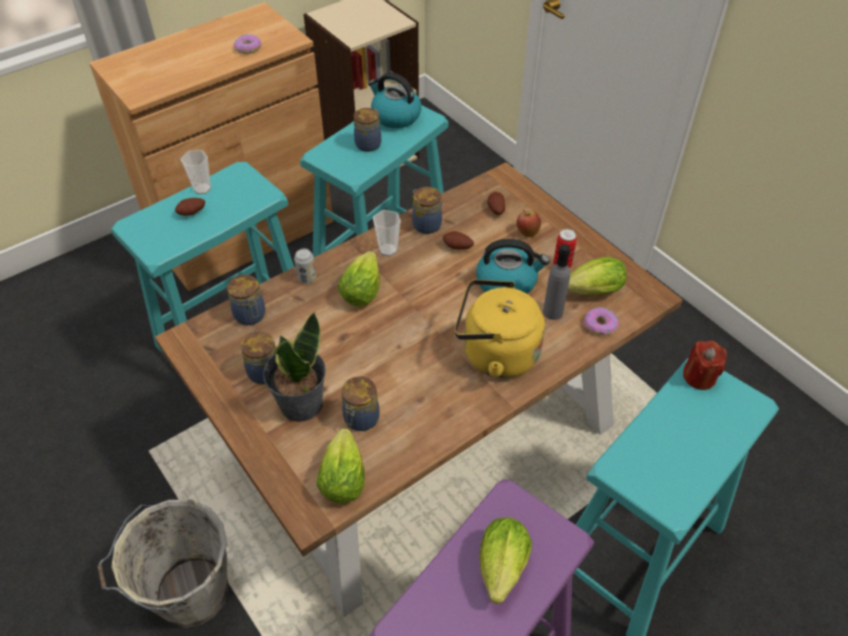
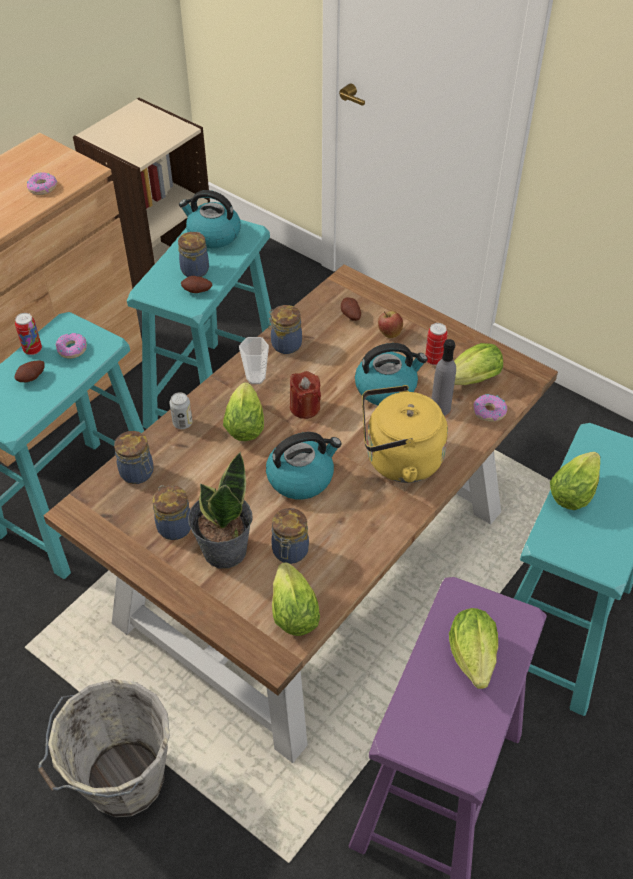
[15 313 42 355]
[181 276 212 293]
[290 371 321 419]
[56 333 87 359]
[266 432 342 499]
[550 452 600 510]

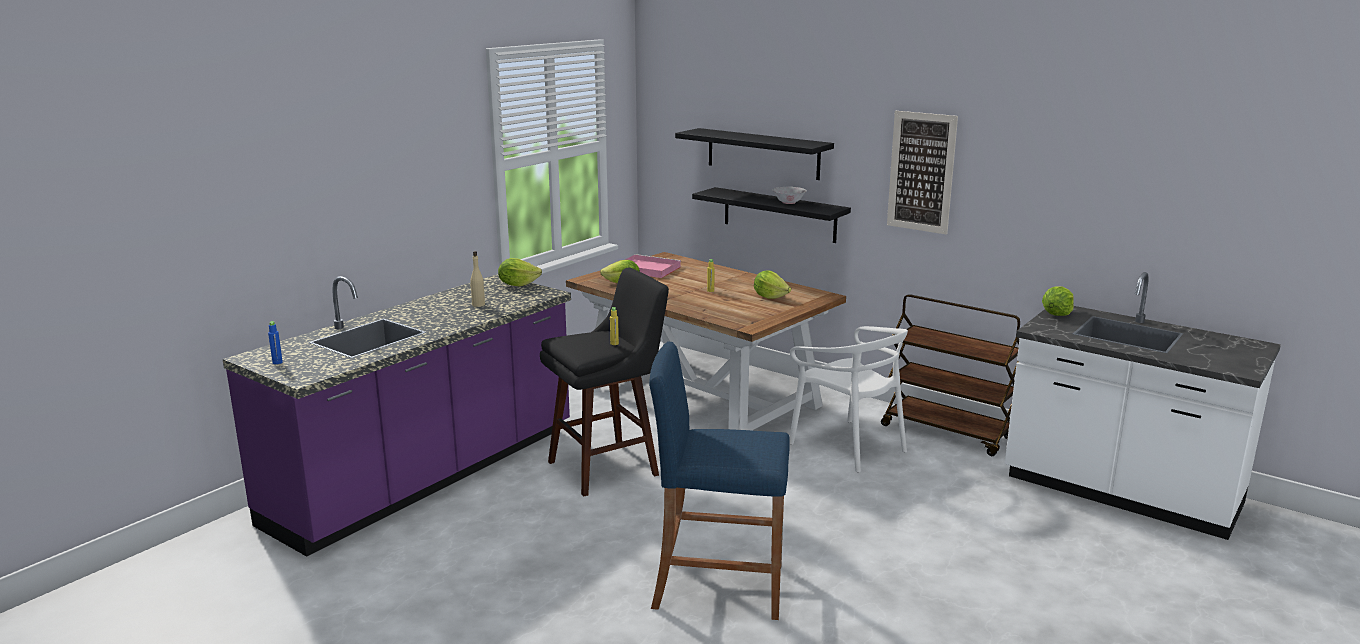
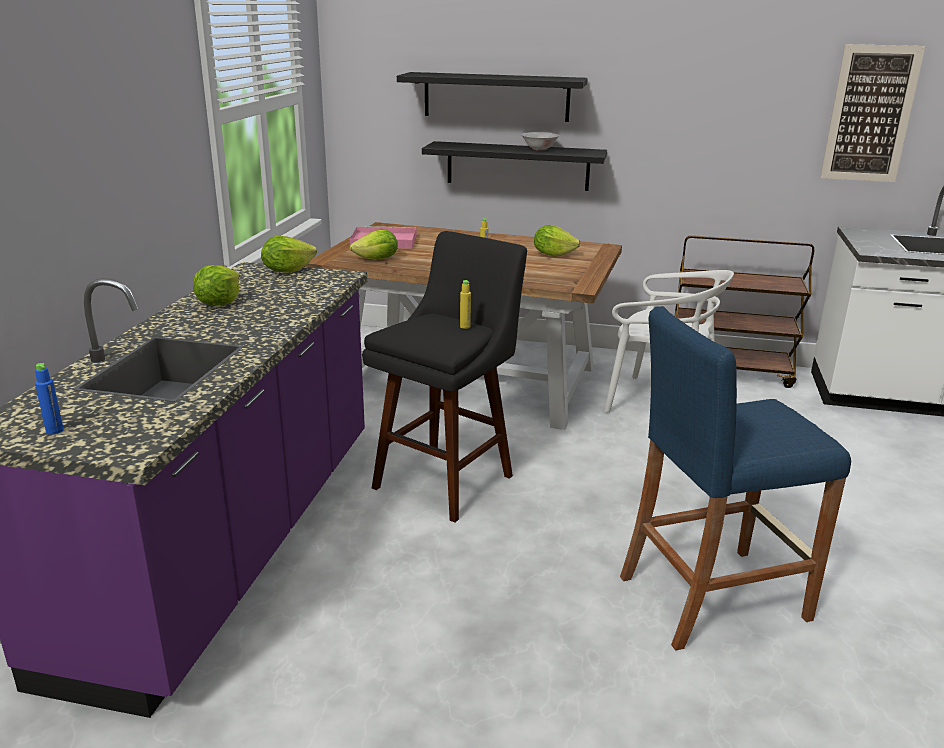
[820 44 925 182]
[470 251 485 307] (first image)
[193 265 240 306]

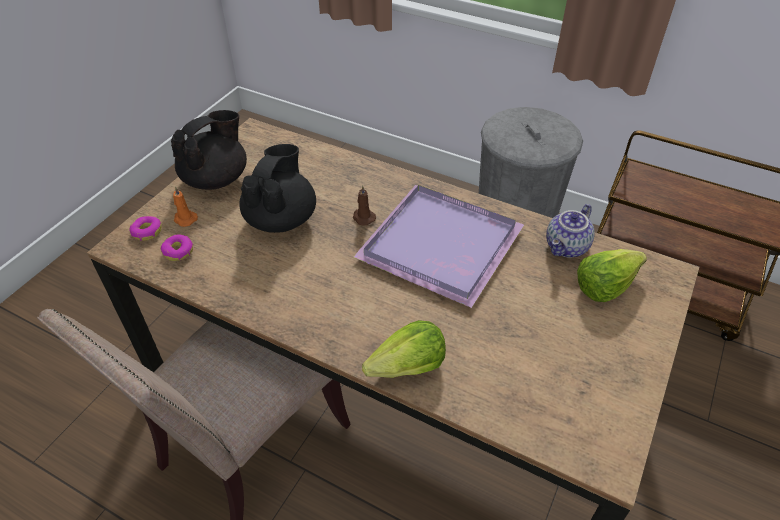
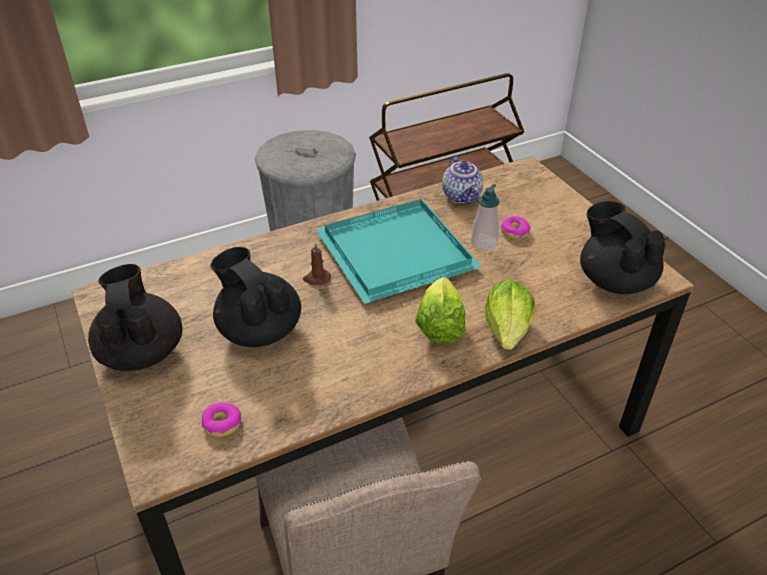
[316 199 482 304]
[173 186 198 227] (first image)
[501 216 531 239]
[415 277 466 344]
[471 184 500 250]
[580 201 665 294]

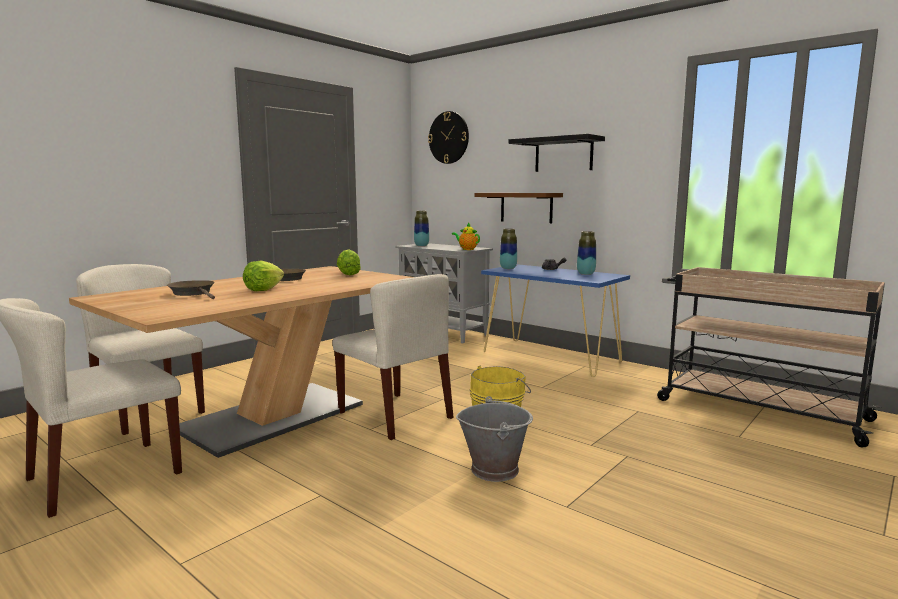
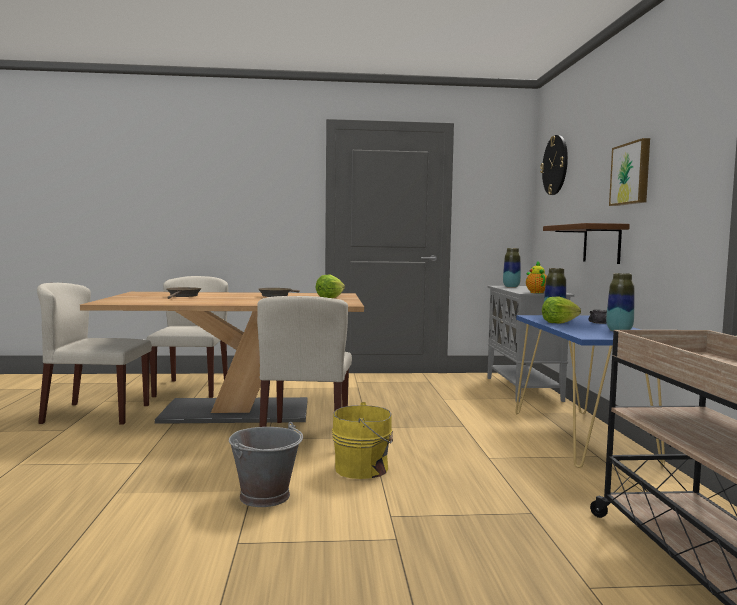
[609 138 650 206]
[542 297 581 324]

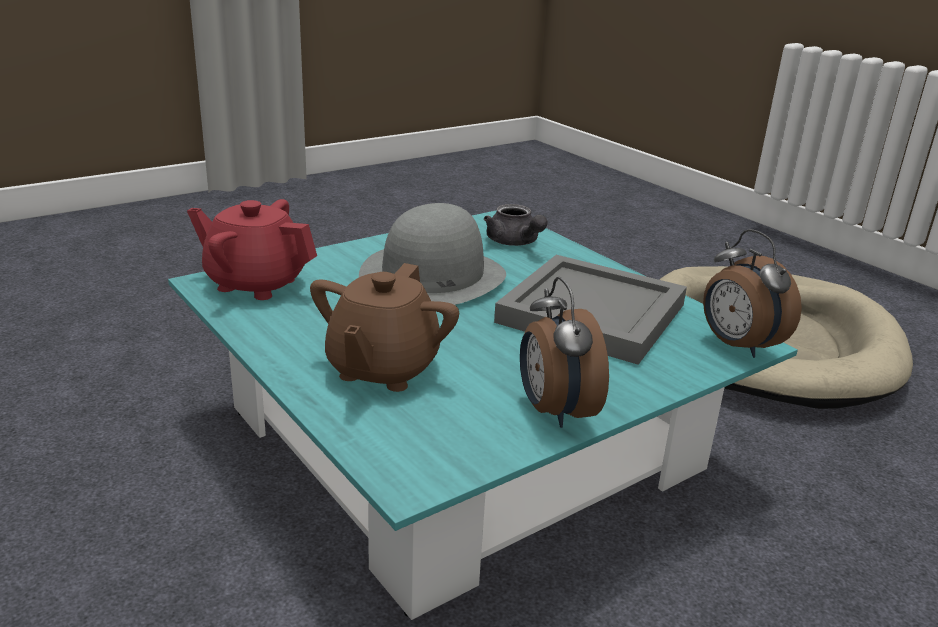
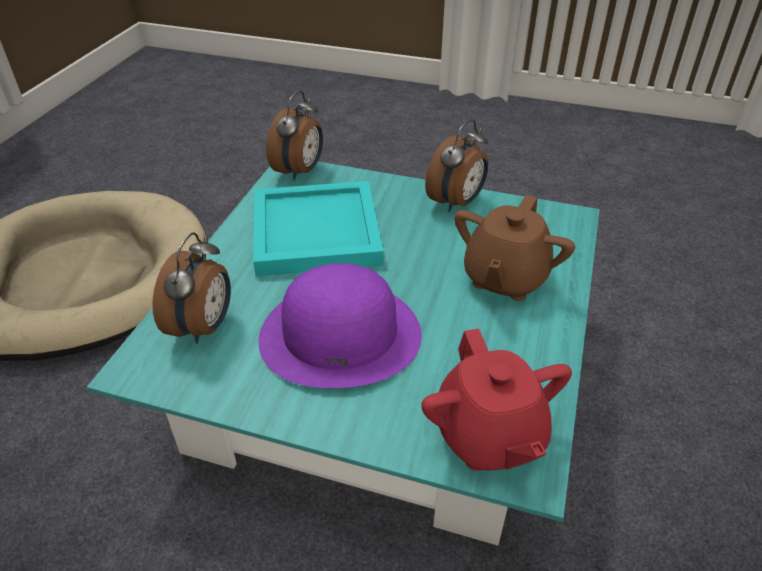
[259 263 422 388]
[153 232 231 343]
[253 181 384 276]
[454 194 575 301]

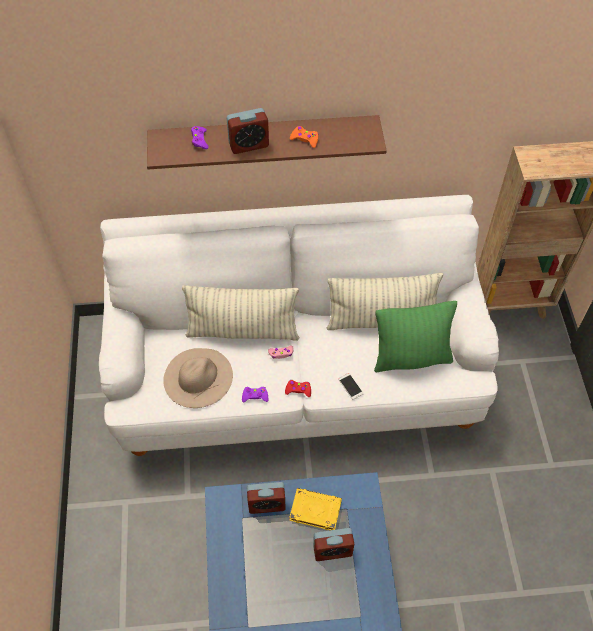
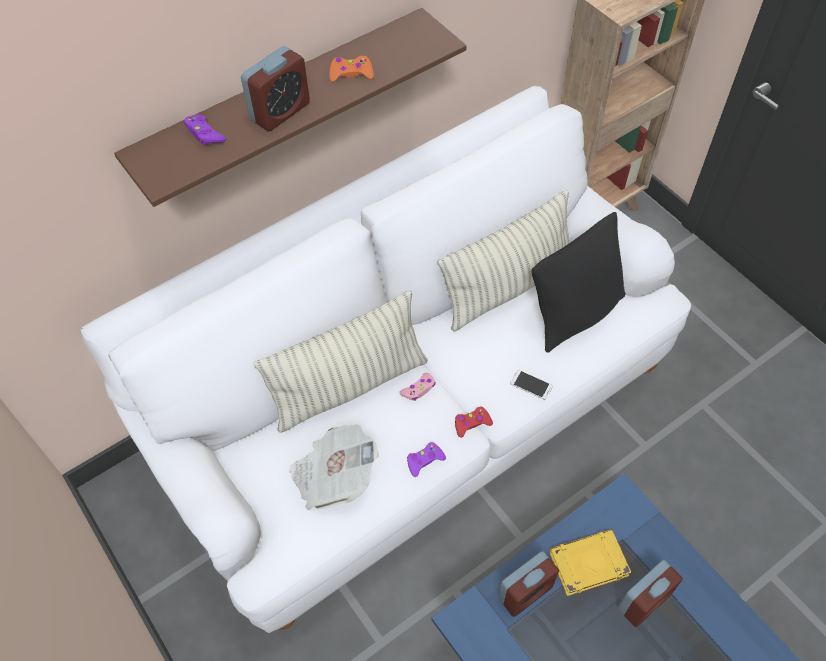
[532 212 626 353]
[289 424 379 510]

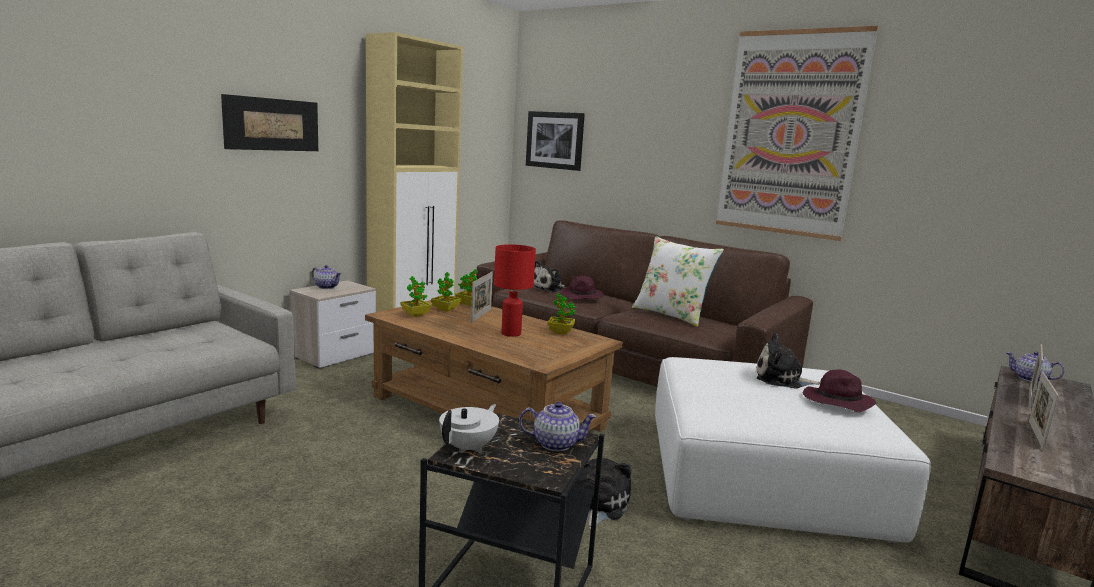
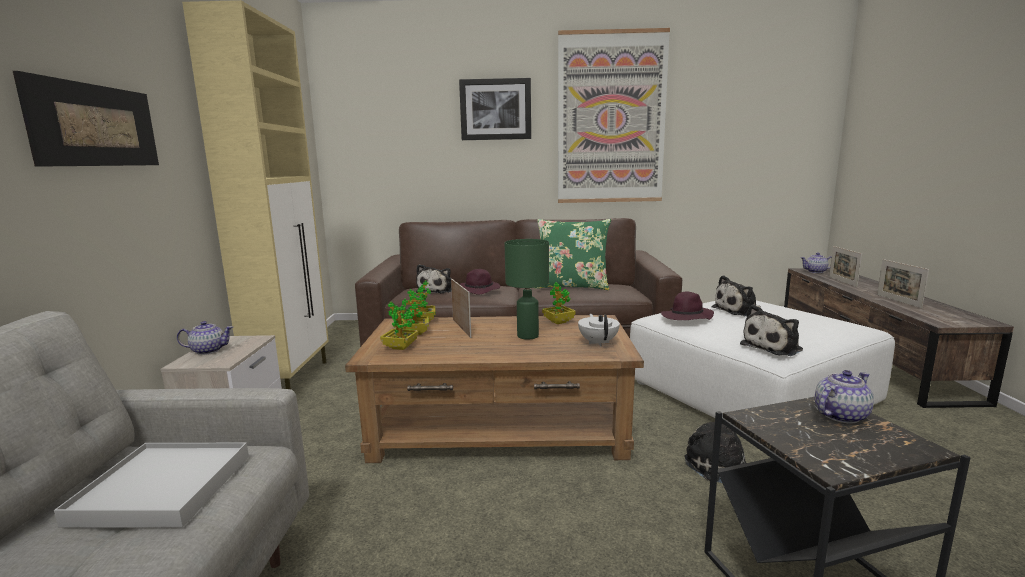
[459 78 531 140]
[535 219 611 290]
[505 239 549 340]
[661 291 714 320]
[578 314 620 346]
[740 304 803 356]
[54 443 249 528]

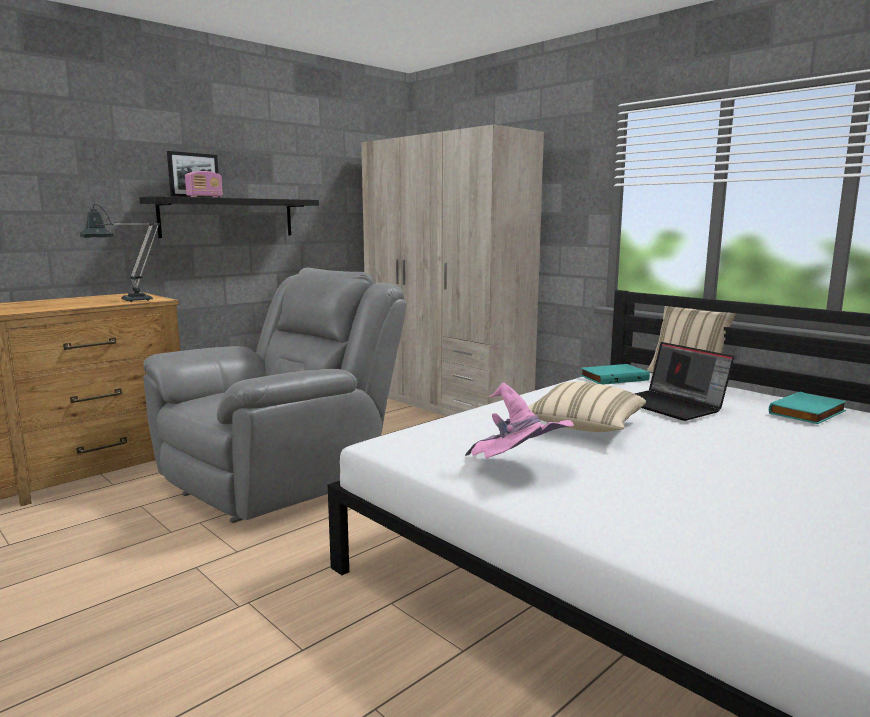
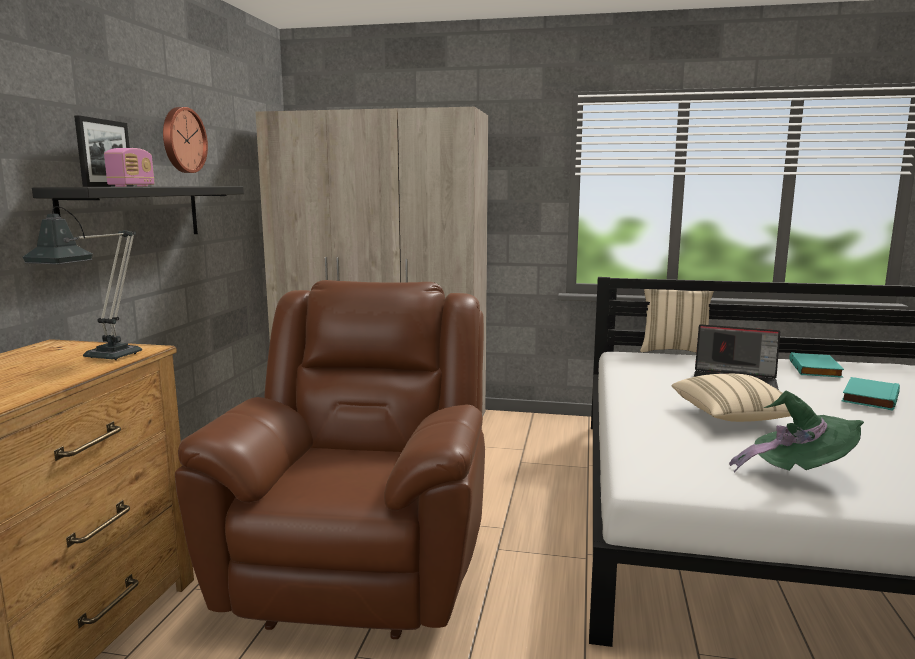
[175 280 485 639]
[842 377 900 411]
[729 391 864 472]
[163 107 208 173]

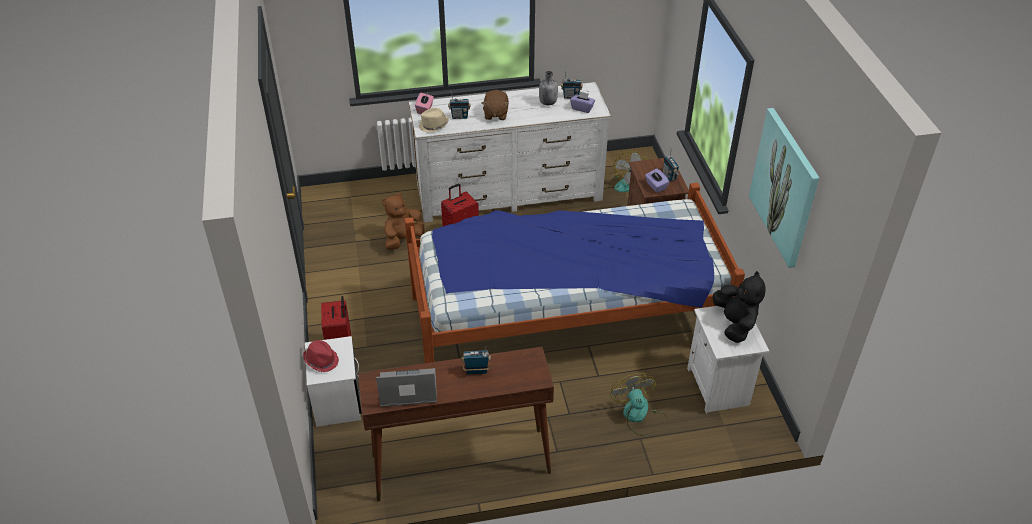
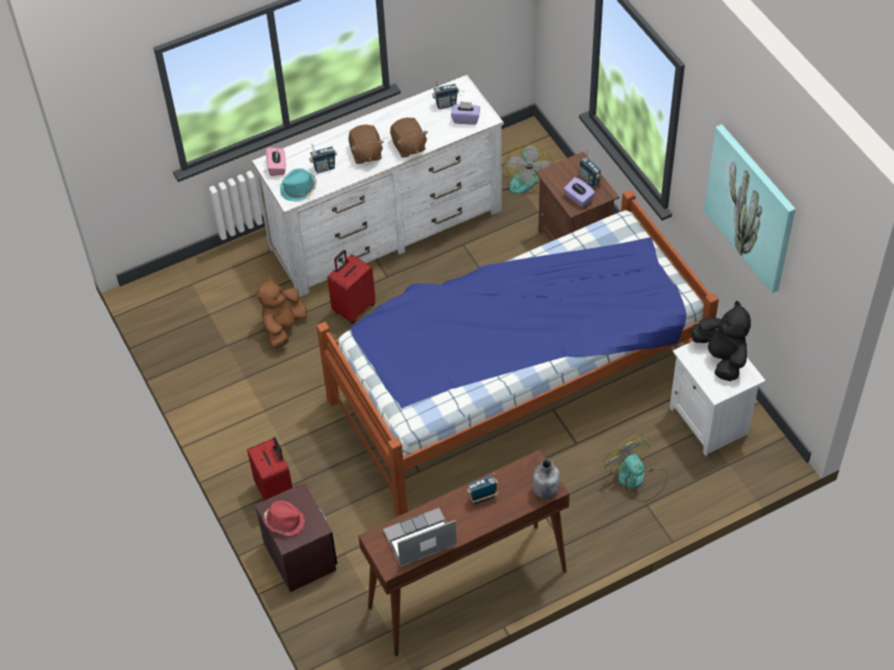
[532 459 560 499]
[280 168 317 201]
[255 483 337 592]
[390 118 428 158]

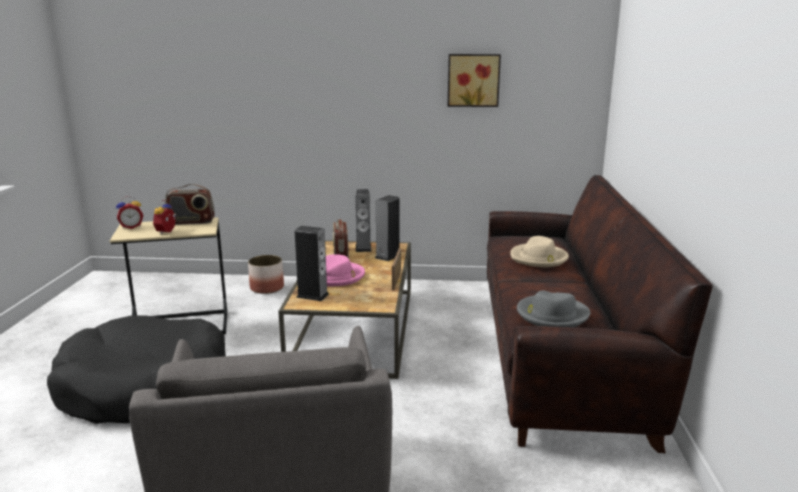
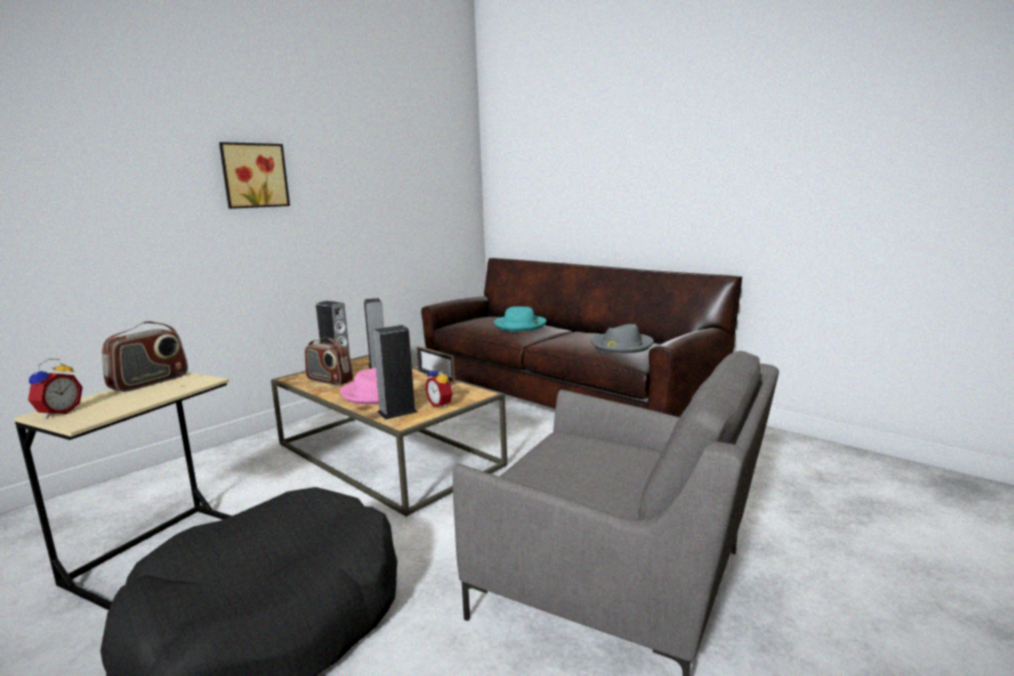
[219 142 290 209]
[425 366 453 408]
[494 306 547 332]
[248 255 284 294] (first image)

